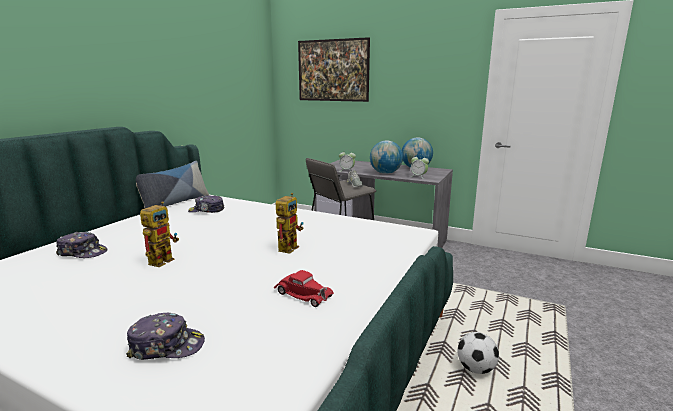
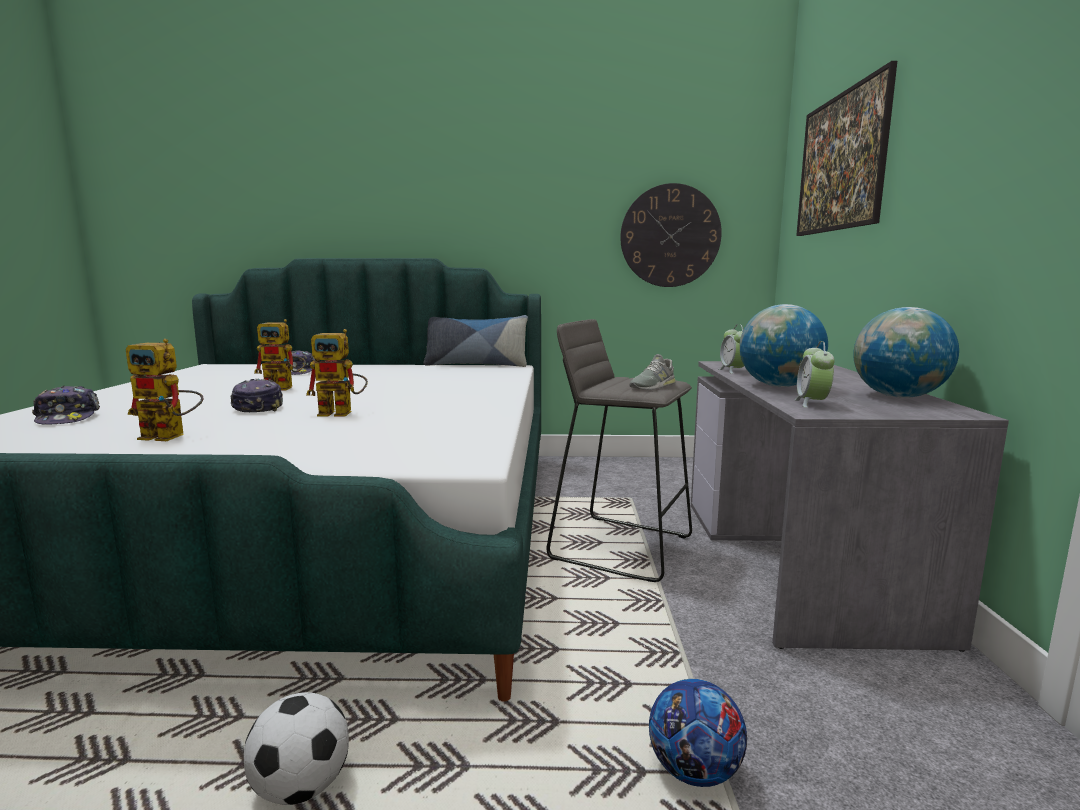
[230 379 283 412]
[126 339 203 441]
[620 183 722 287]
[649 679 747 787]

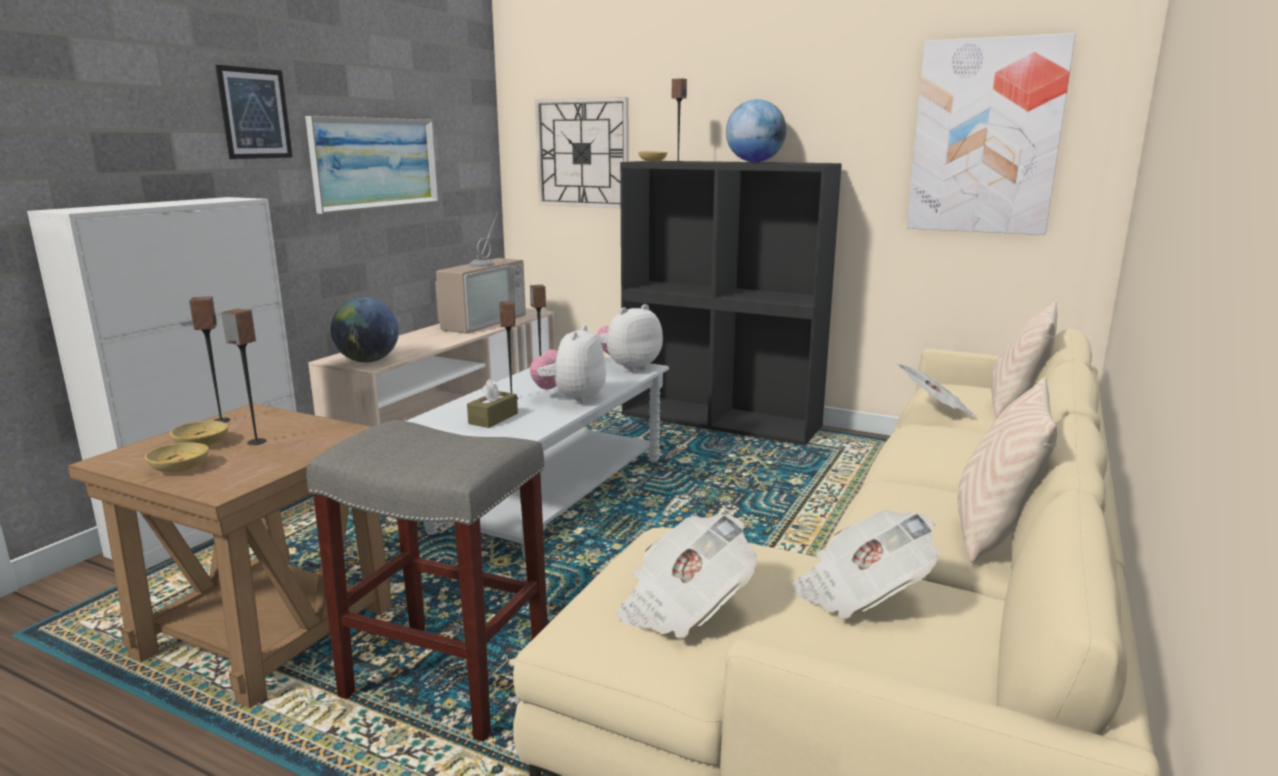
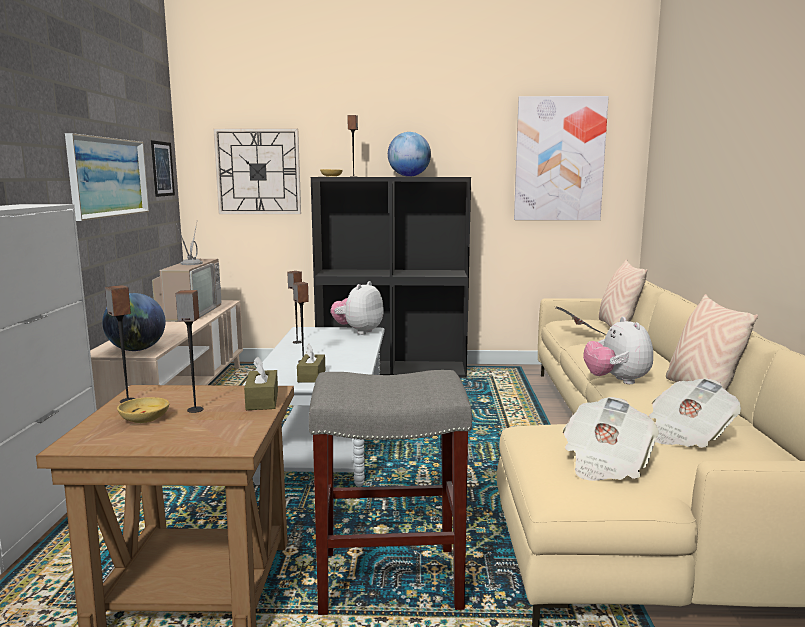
[151 140 175 197]
[583 317 653 384]
[144 442 209 473] (first image)
[244 357 278 410]

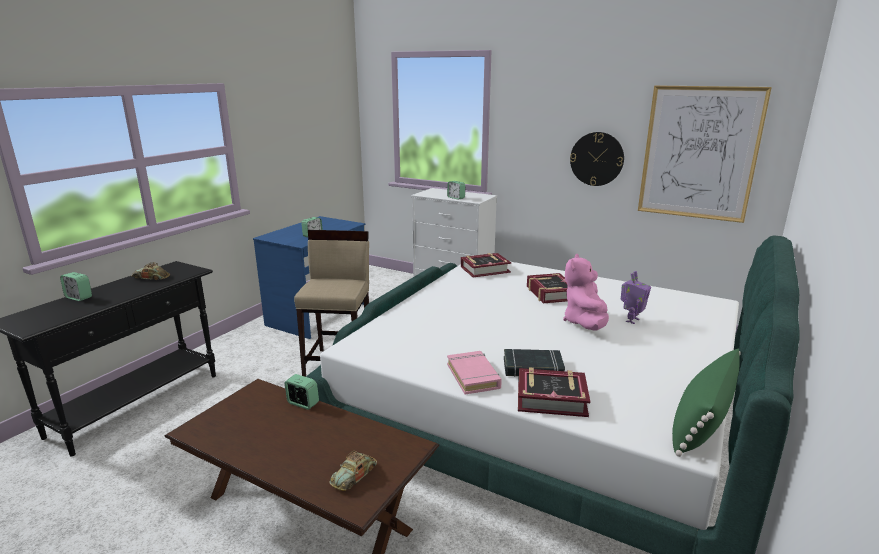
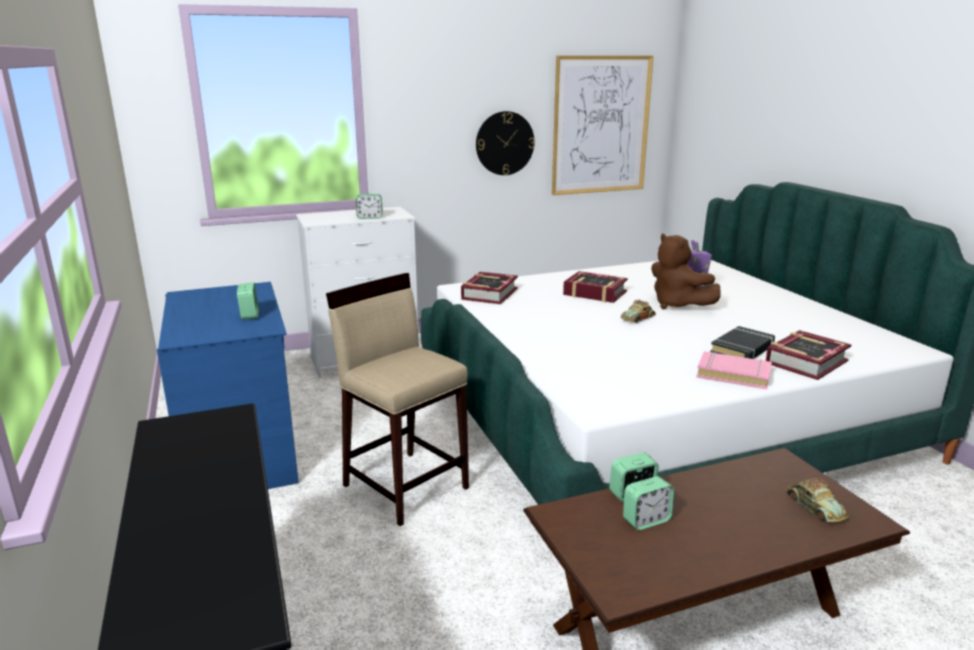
[651 234 721 309]
[621 300 656 323]
[623 476 674 530]
[672 349 741 457] (first image)

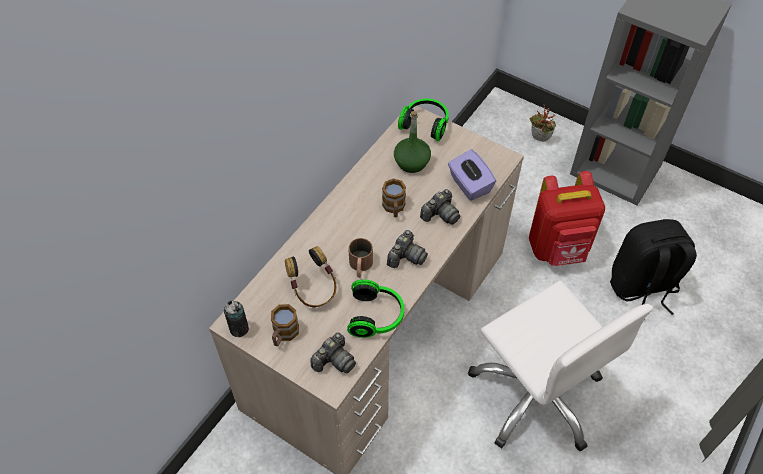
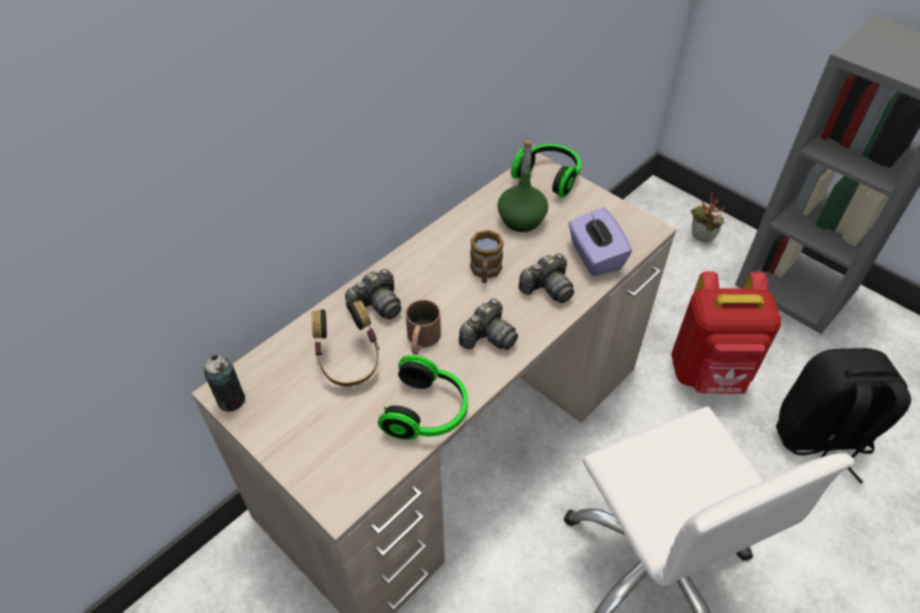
[271 304 299 346] (first image)
[345 269 401 319]

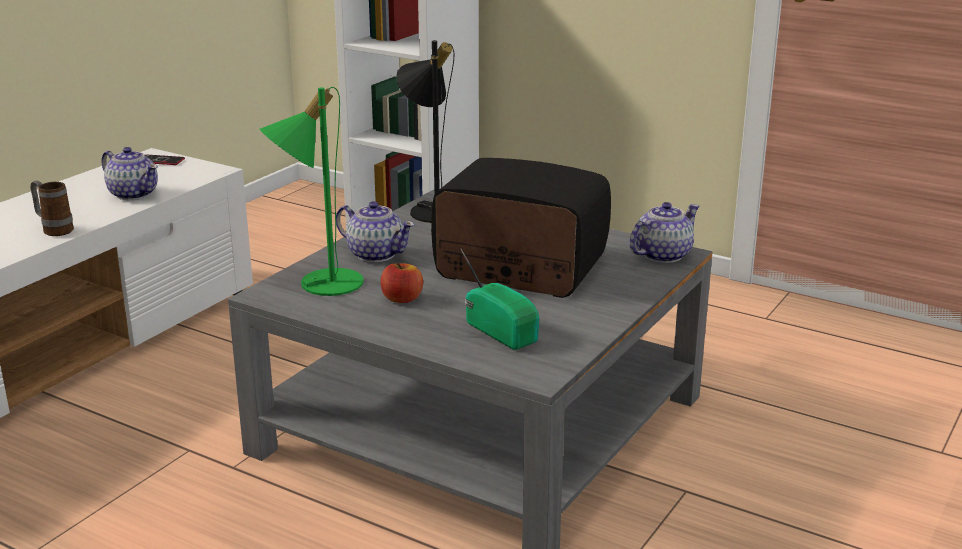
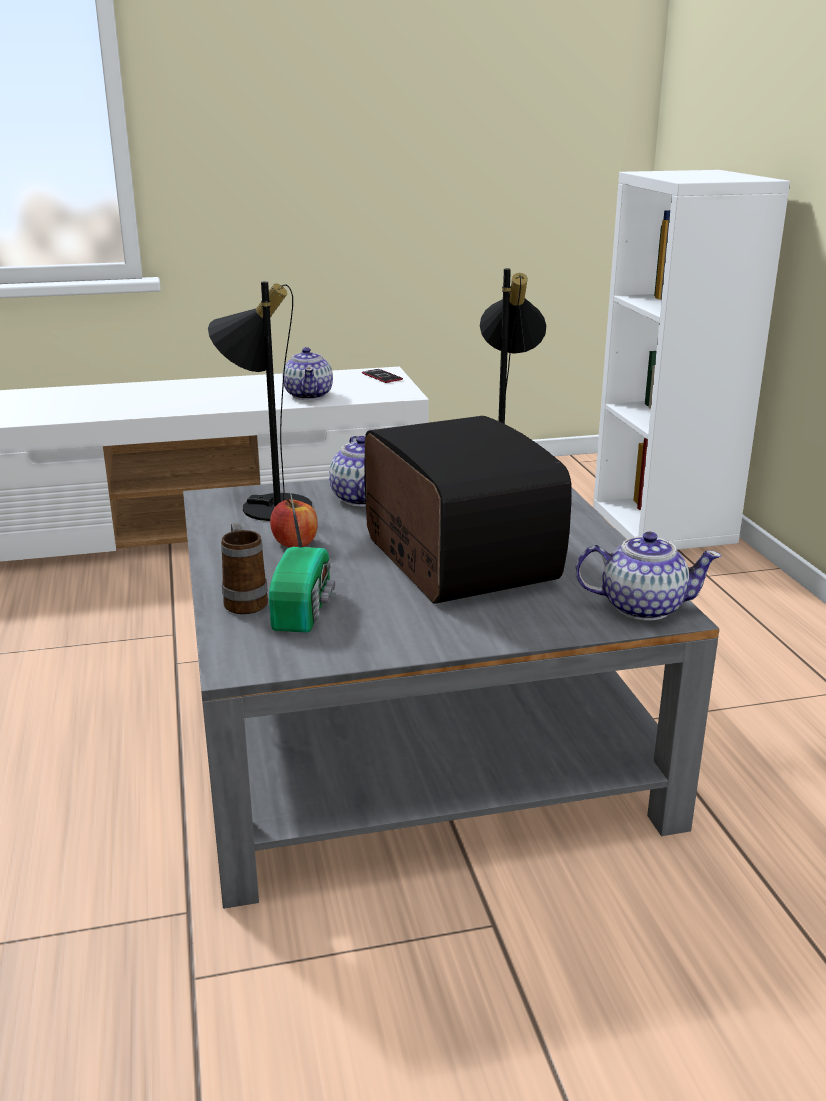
[208 281 312 521]
[221 522 268 614]

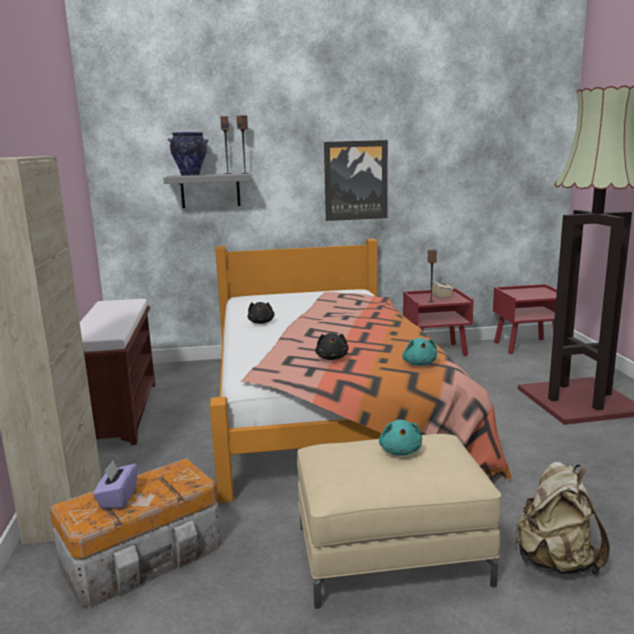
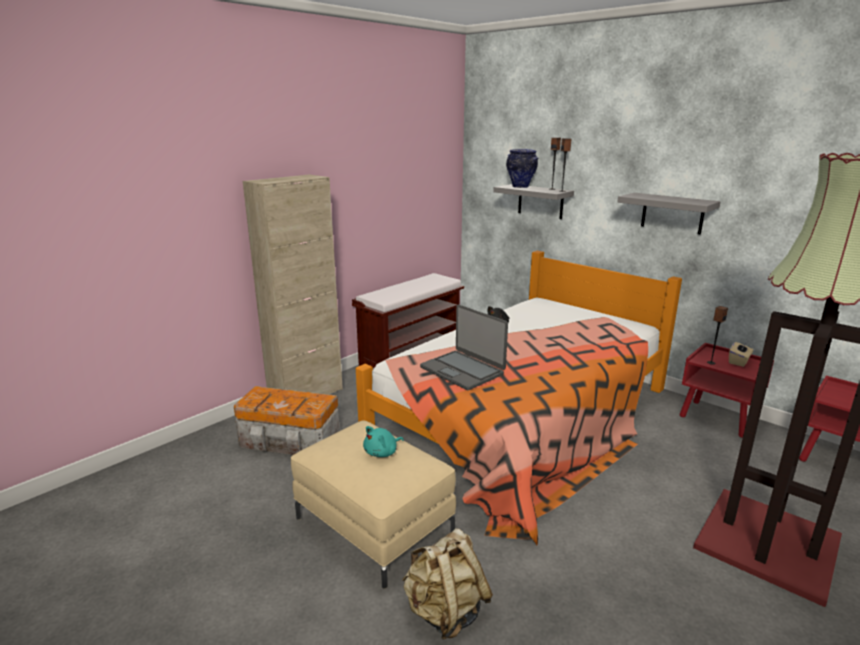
[617 193 721 235]
[420 304 508 390]
[402 338 437 366] (first image)
[93 460 137 509] (first image)

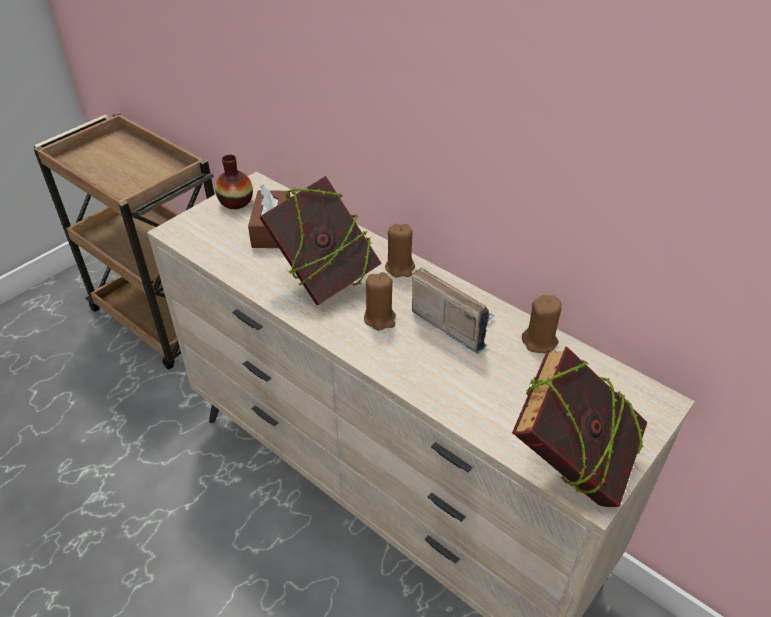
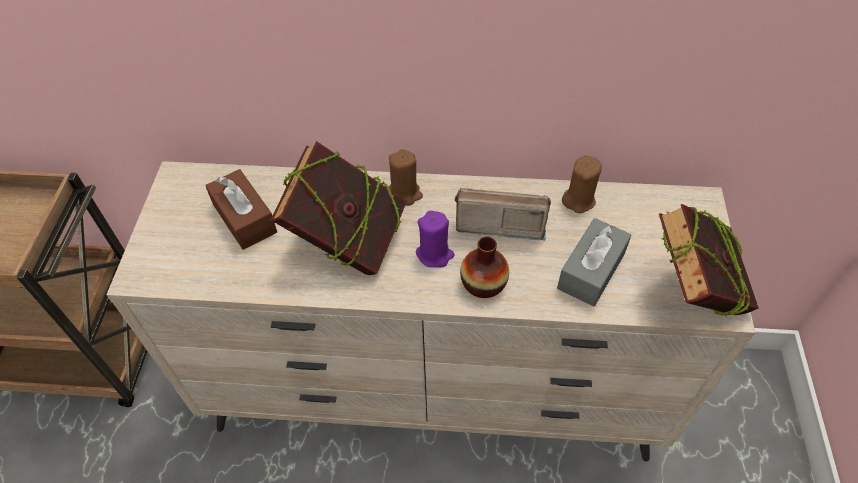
[460 237 509 298]
[416 211 454 268]
[557 218 632 307]

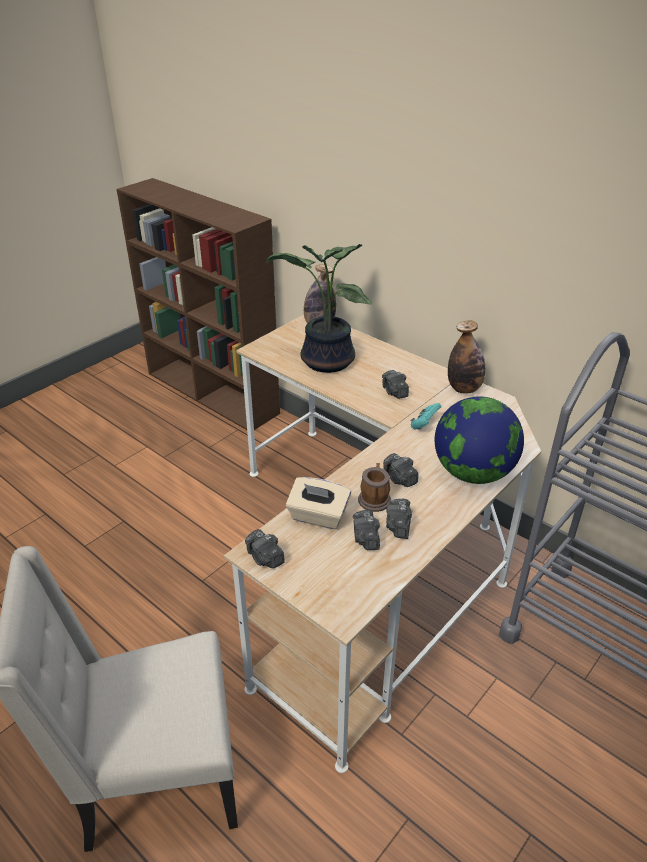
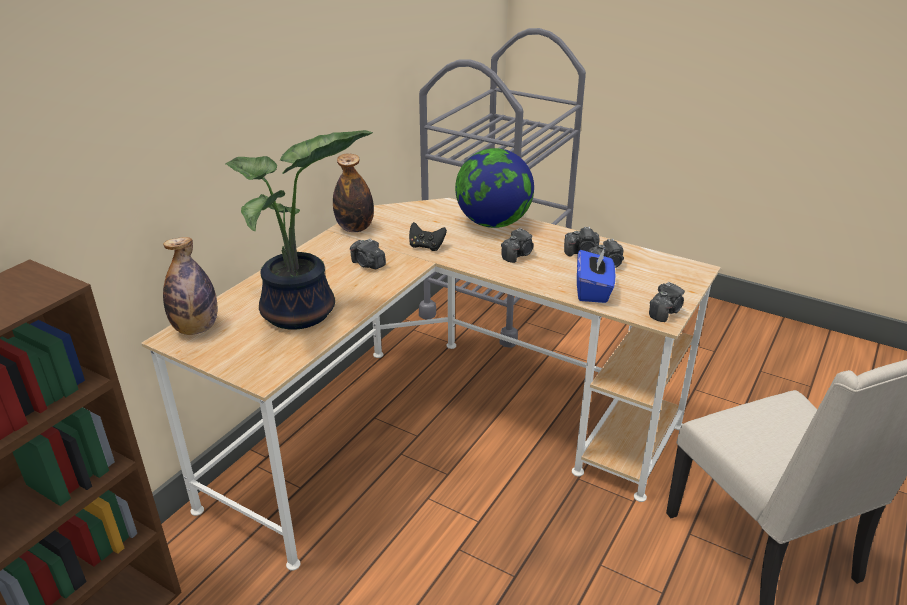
[350 239 386 269]
[409 222 447 251]
[358 463 391 512] (first image)
[577 247 615 303]

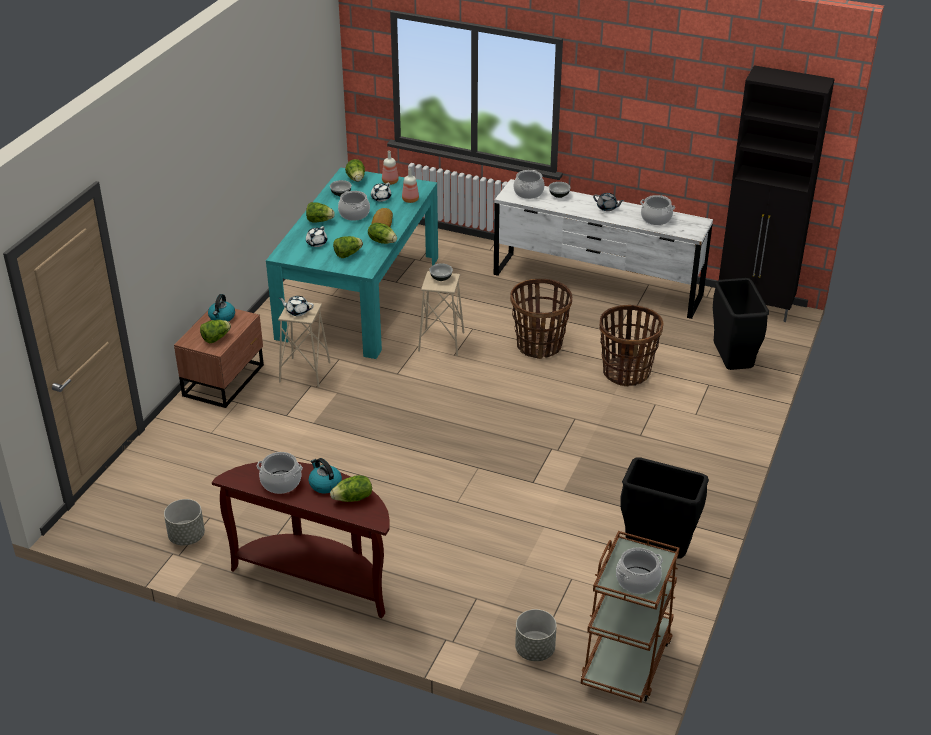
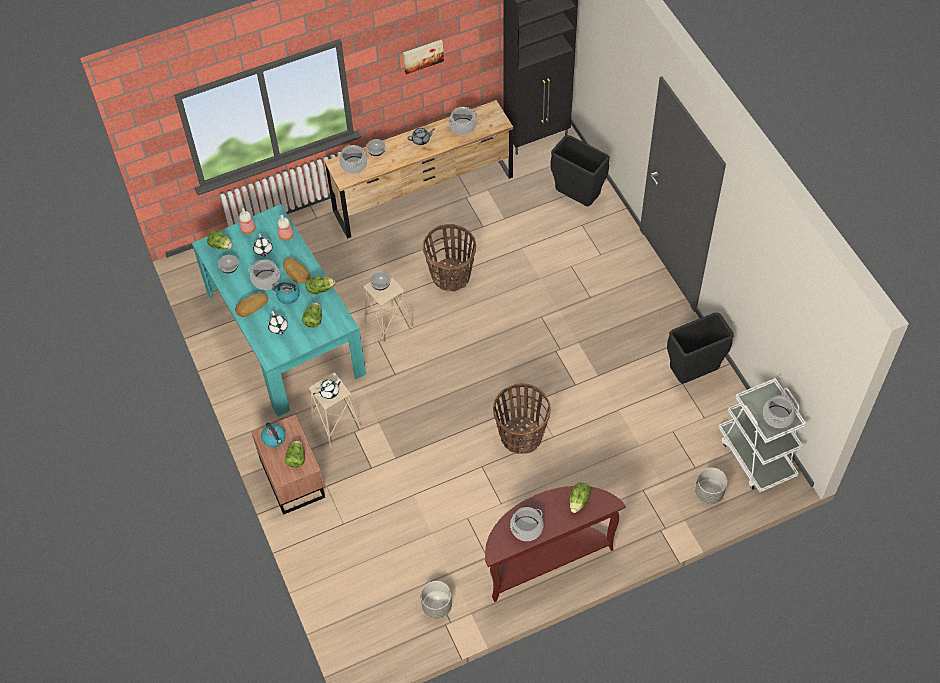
[325 100 513 239]
[235 292 268 317]
[493 383 550 454]
[272 282 300 304]
[718 378 806 492]
[403 40 444 74]

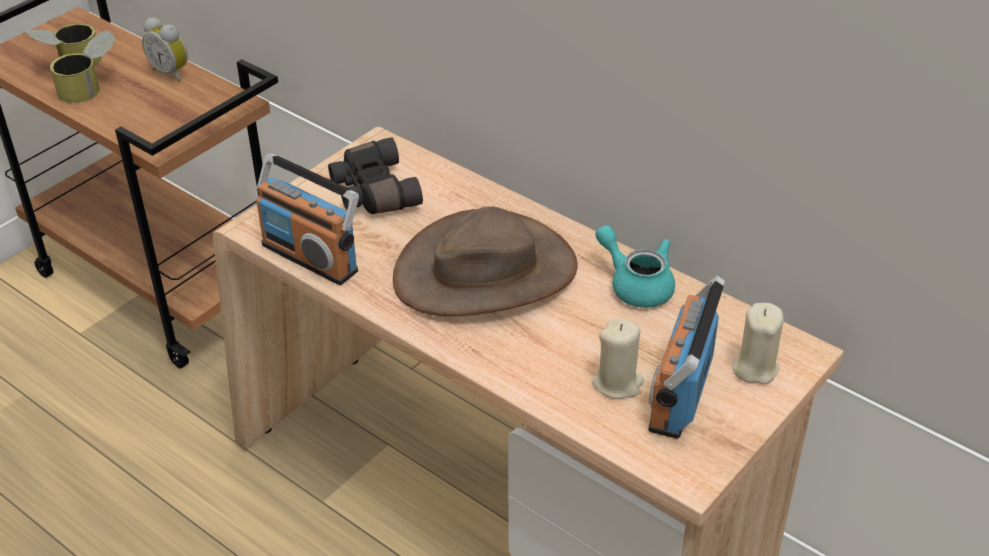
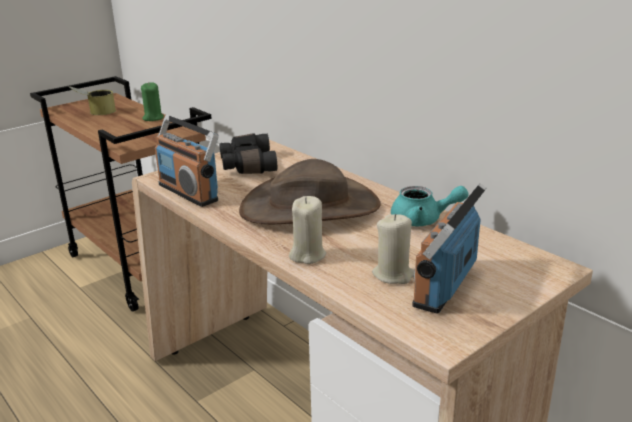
[141 82 164 121]
[50 31 115 103] (first image)
[391 186 469 226]
[289 196 326 264]

